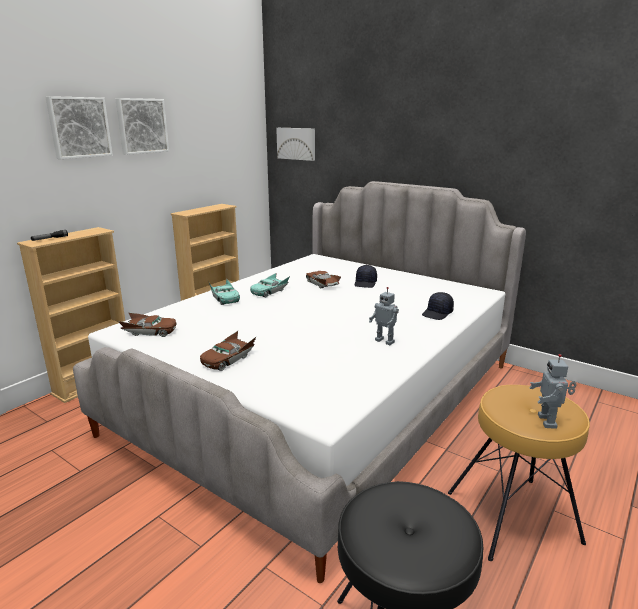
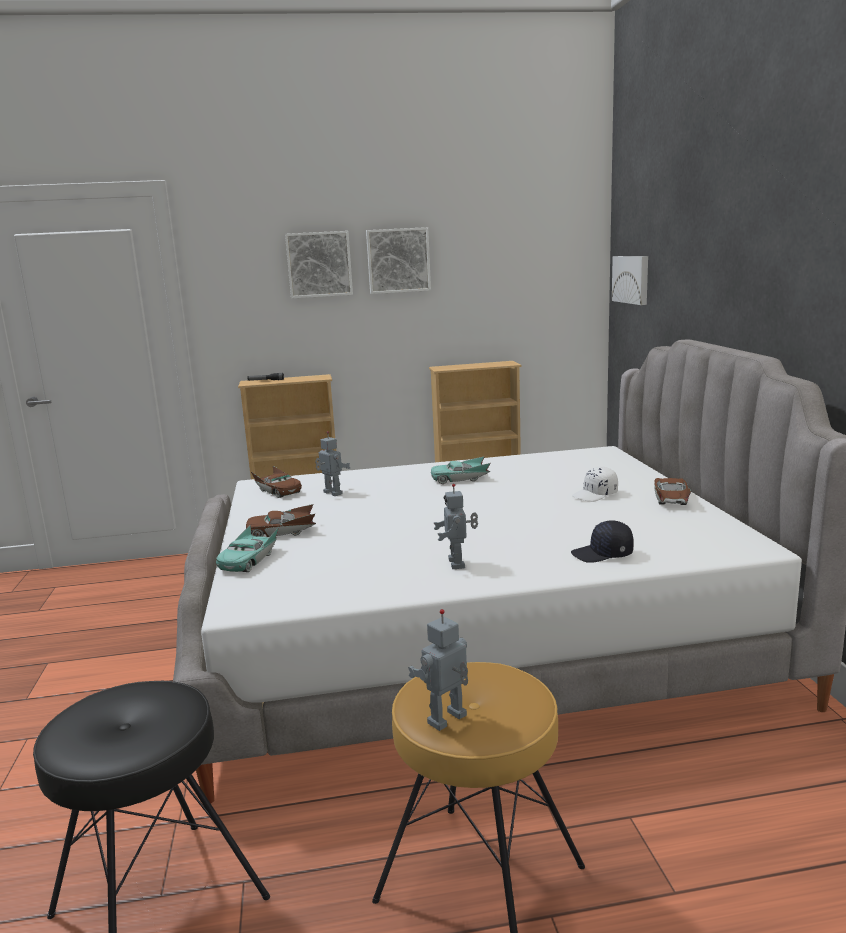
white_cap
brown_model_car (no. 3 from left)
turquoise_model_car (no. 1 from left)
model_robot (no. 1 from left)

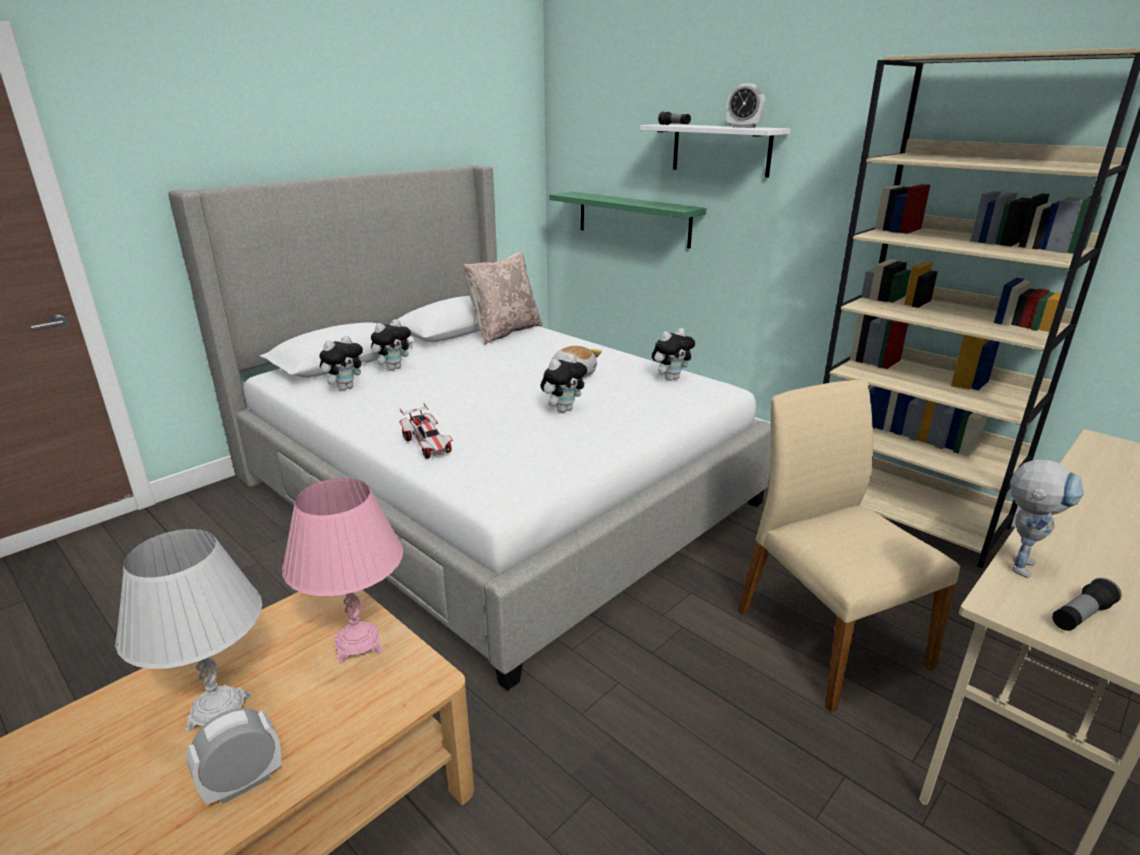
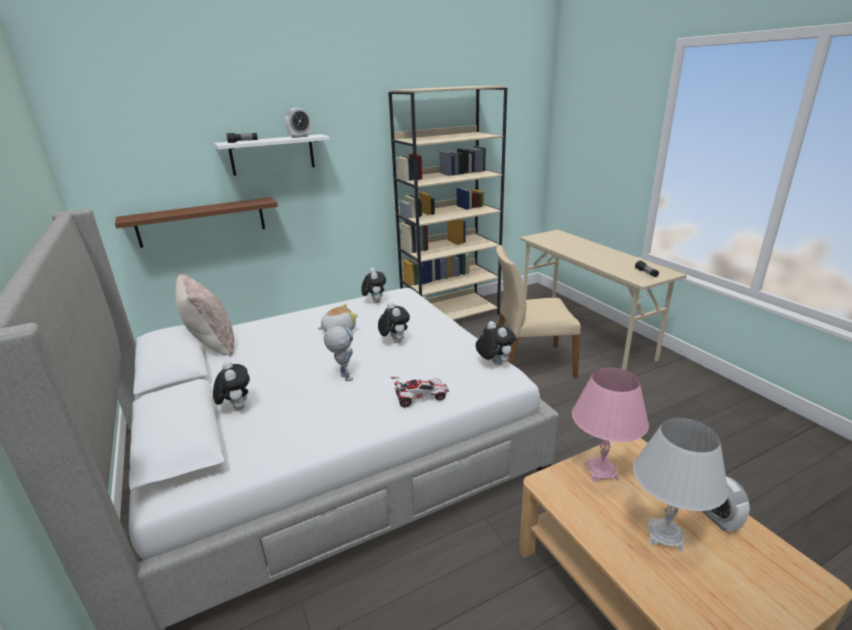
brown_bracket_shelf
cuddly_toy (no. 5 from left)
model_robot

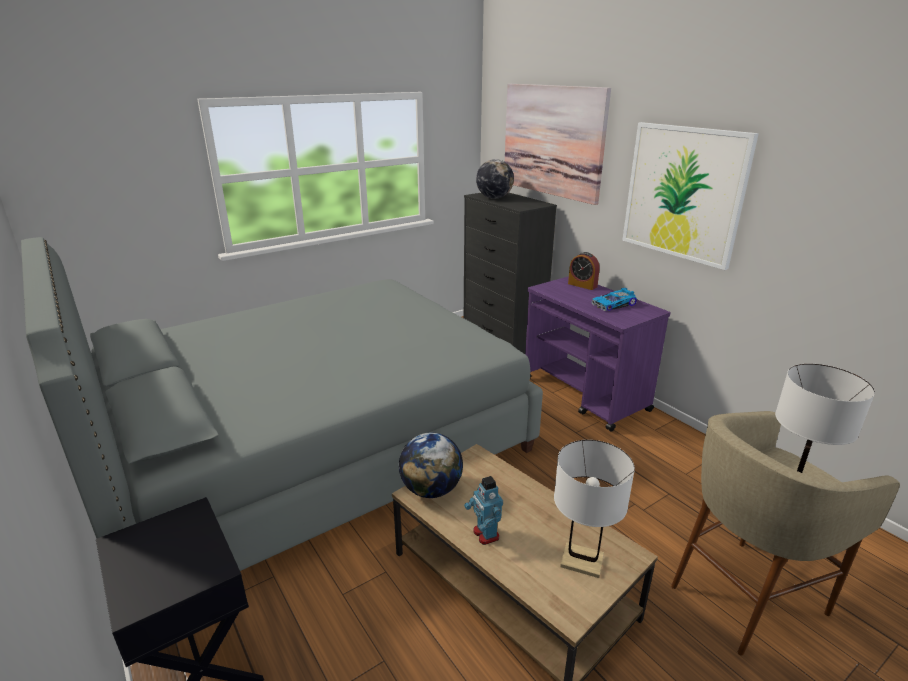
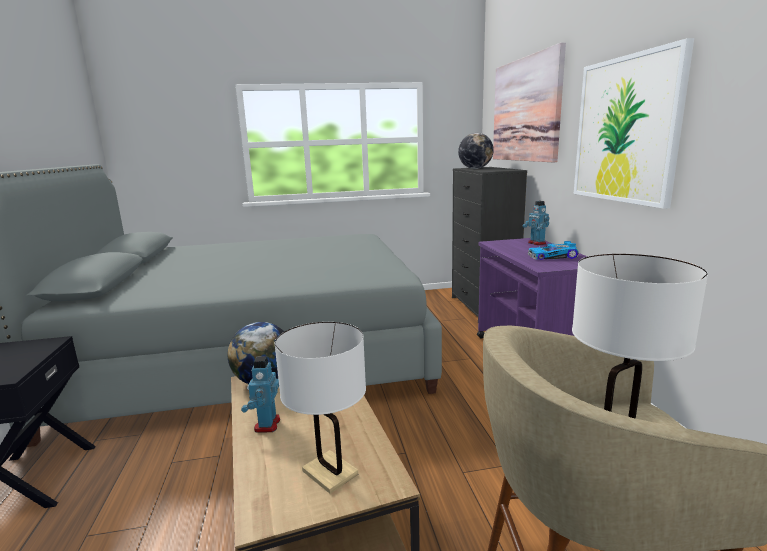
model_robot (no. 2 from left)

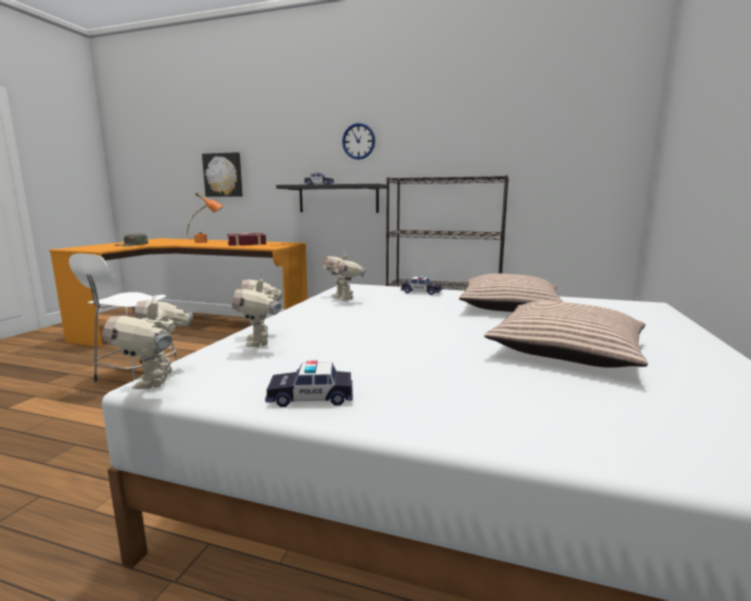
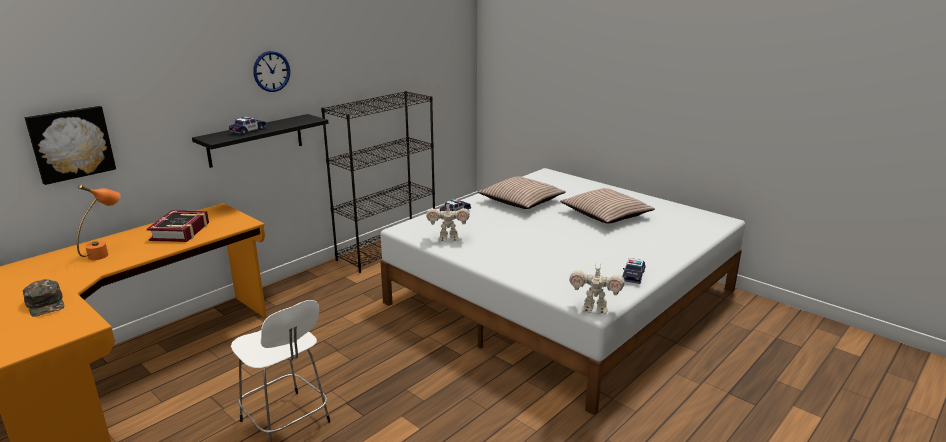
model_robot (no. 2 from left in the first image)

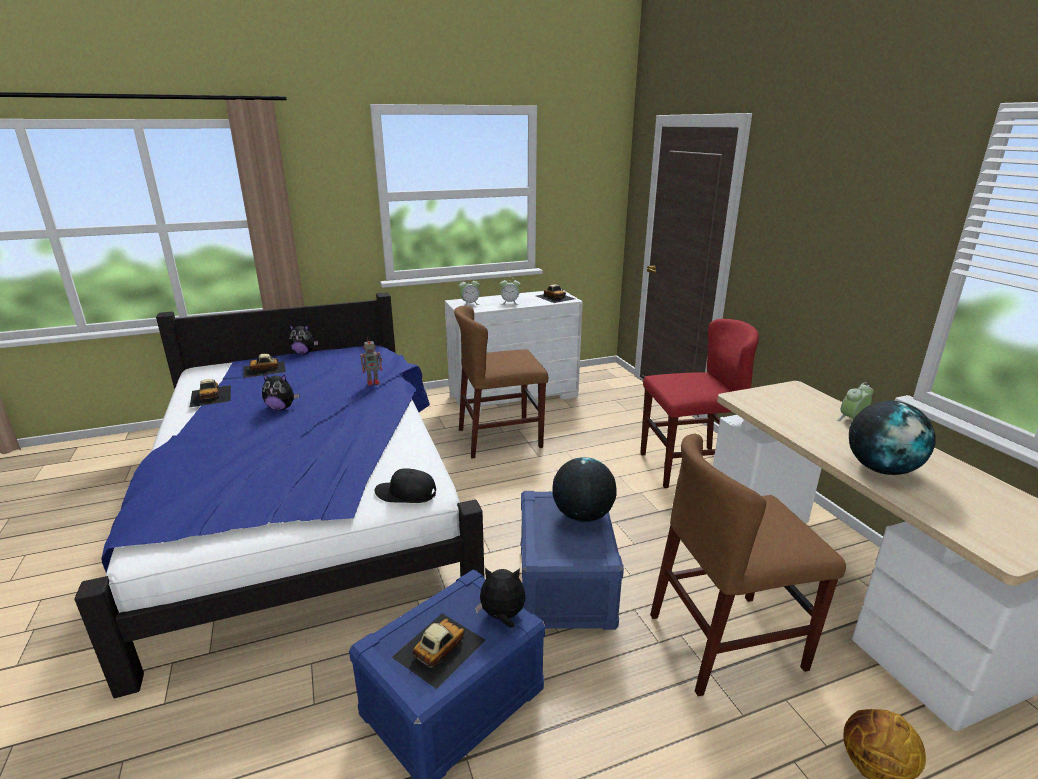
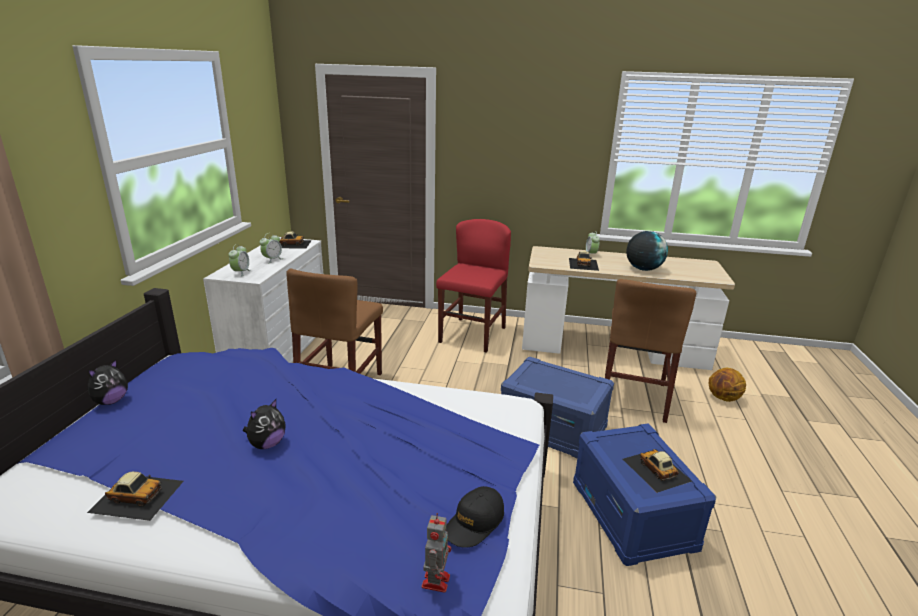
model_robot
model_car (no. 3 from left)
desk_globe (no. 1 from left in the first image)
black_cap
cuddly_toy (no. 3 from left in the first image)

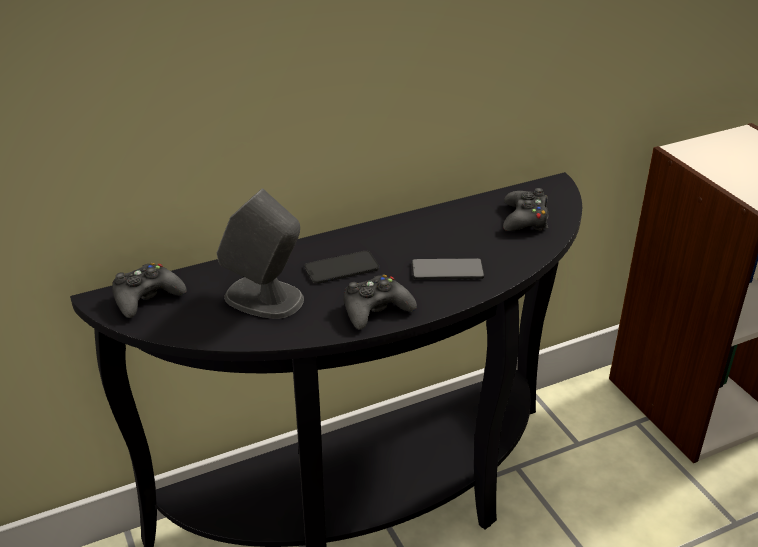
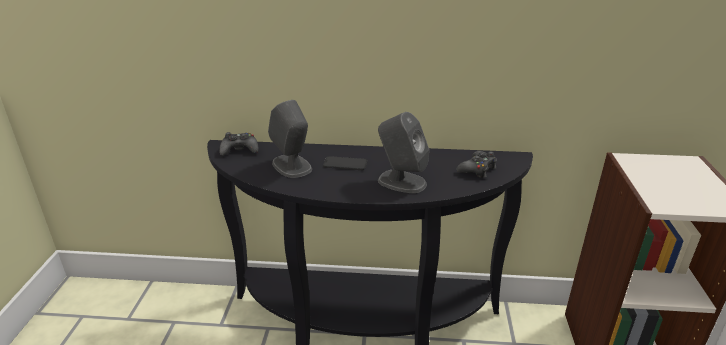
gray_speaker (no. 2 from left)
black_joypad (no. 2 from left in the first image)

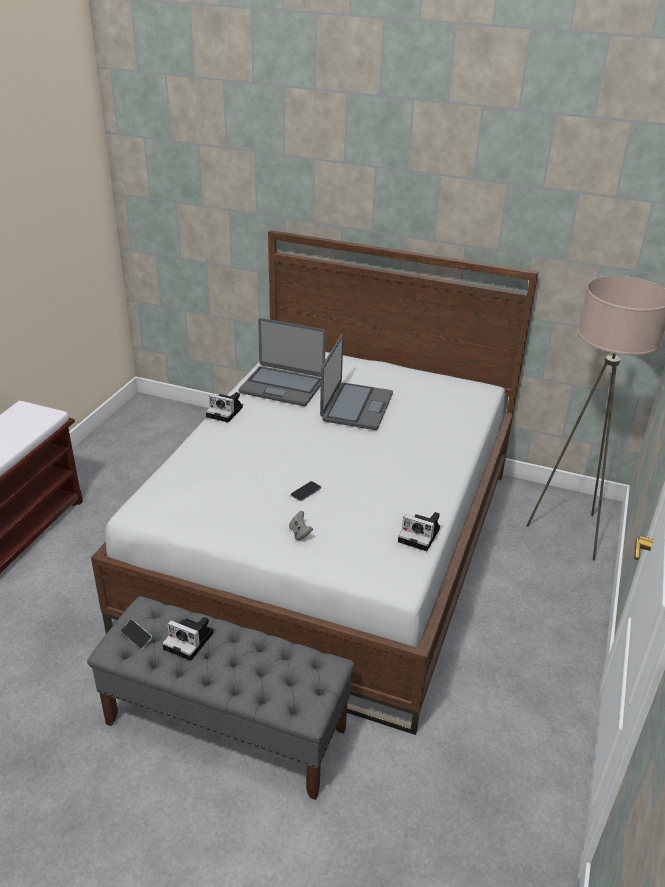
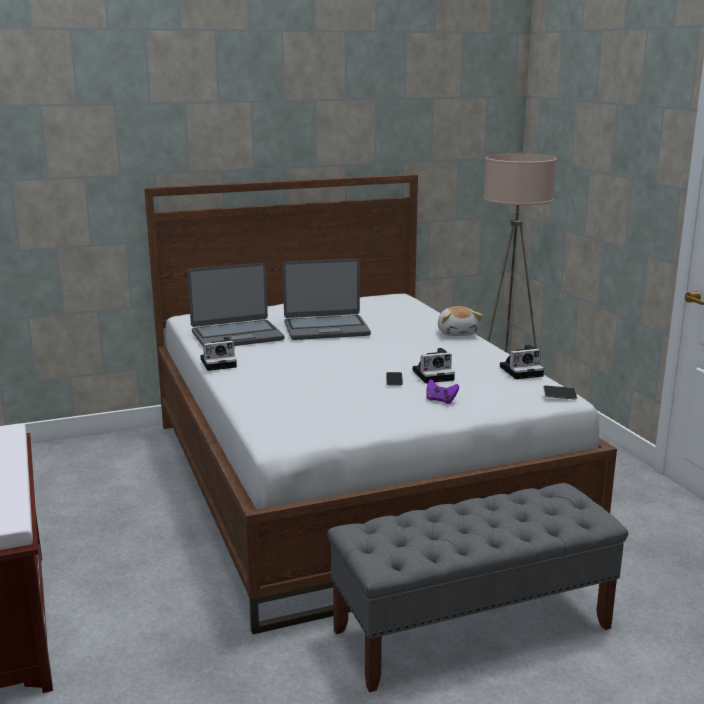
notebook_computer (no. 2 from left)
purple_joypad
still_camera (no. 2 from left)
phone (no. 2 from left)
cuddly_toy

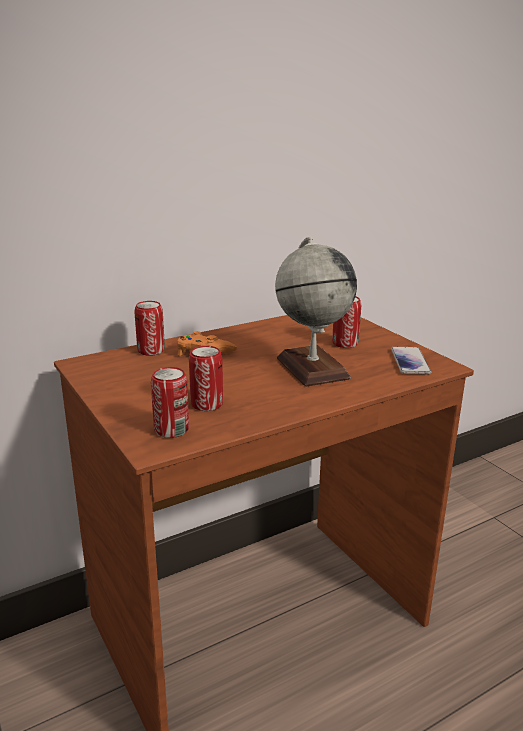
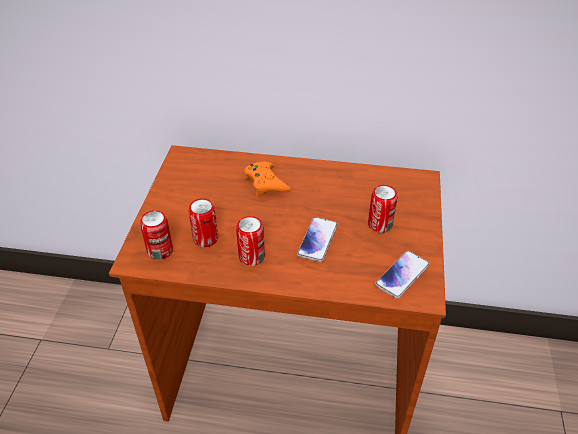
phone (no. 1 from left)
sealed_can (no. 3 from left)

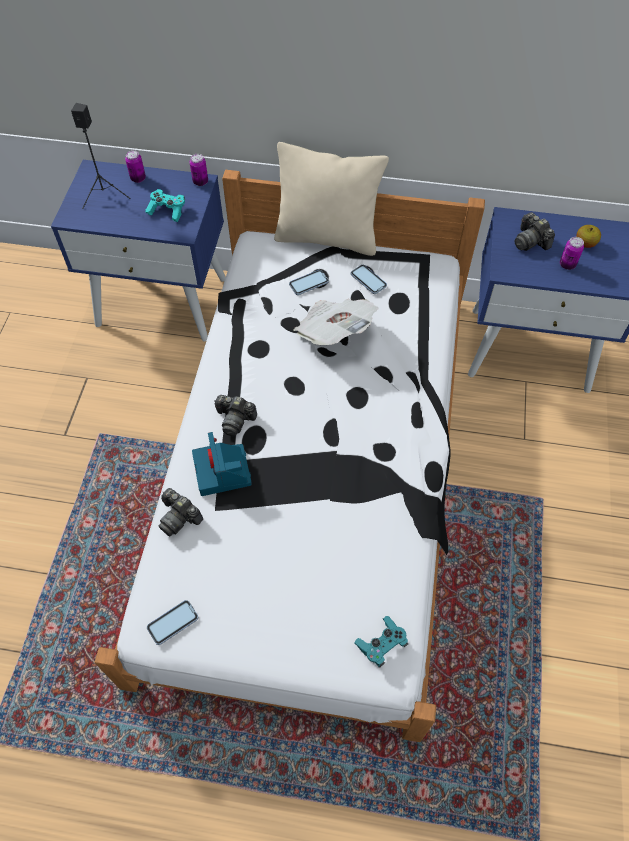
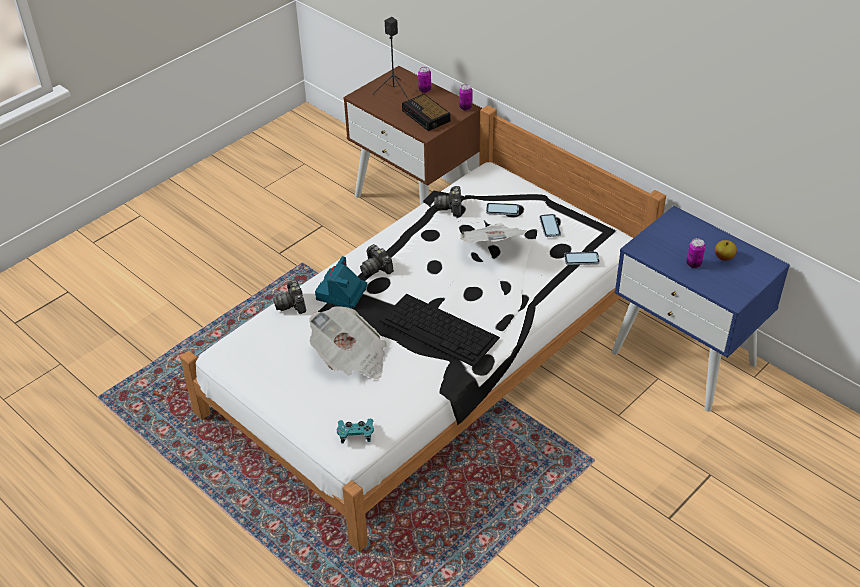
sand-coloured_pillow
brown_bedside_table
bedside_clock
still_camera (no. 4 from left)
phone (no. 3 from left)
PC_keyboard
printed_paper (no. 1 from left)

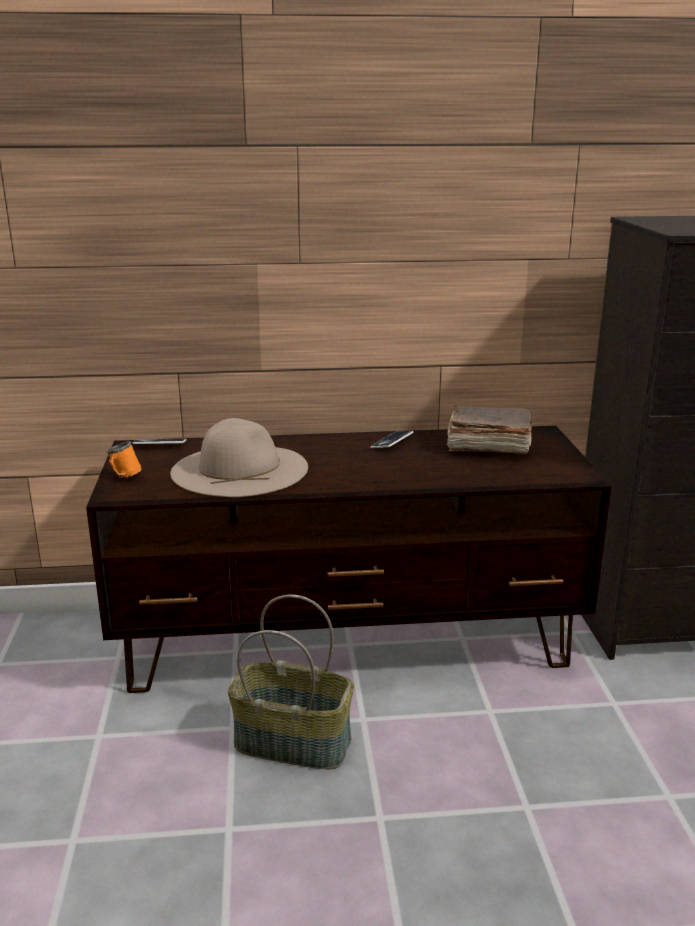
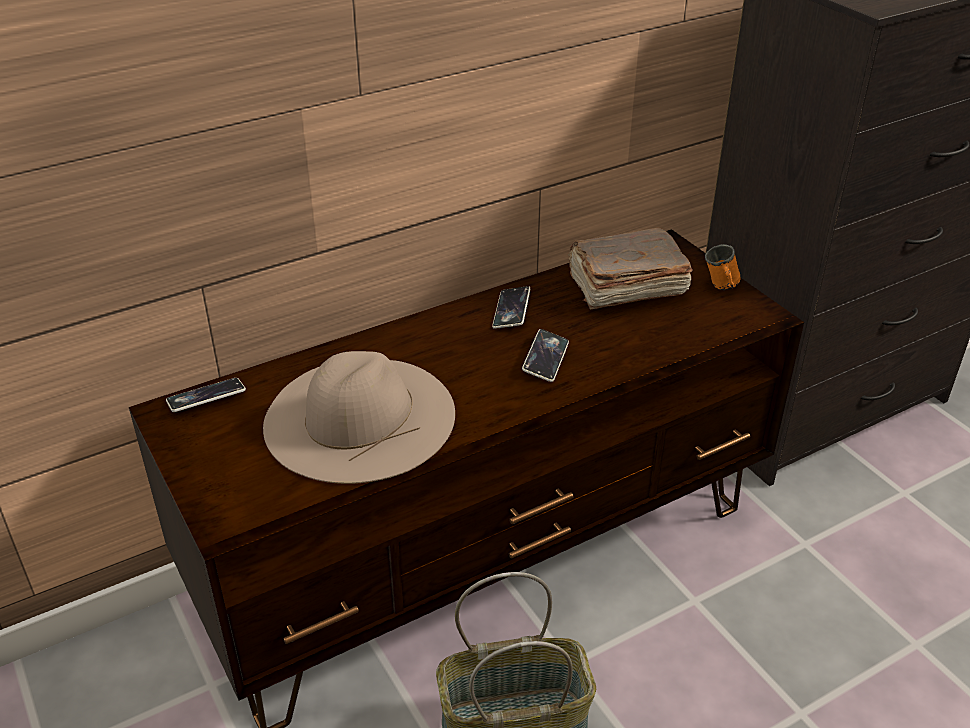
orangey_coffee_mug
phone (no. 3 from left)

